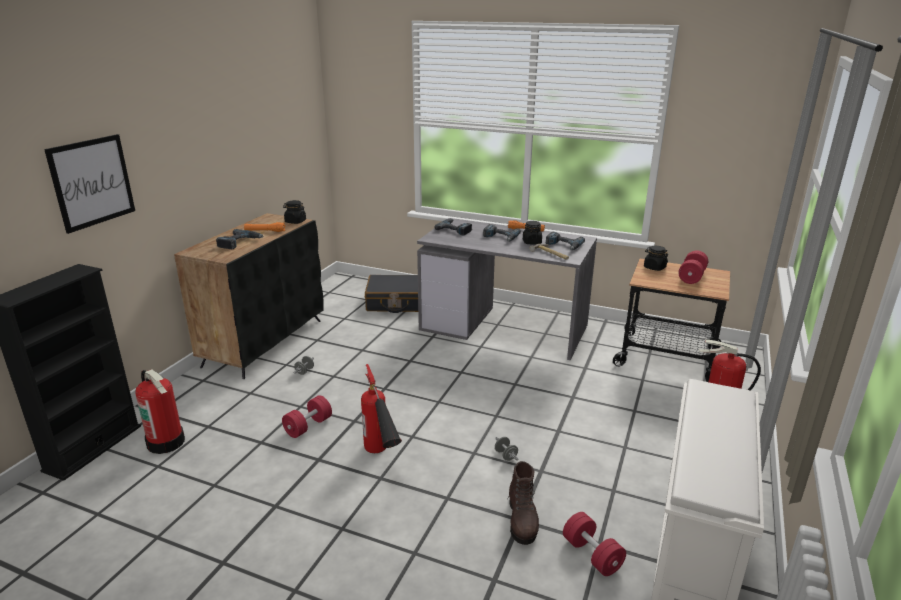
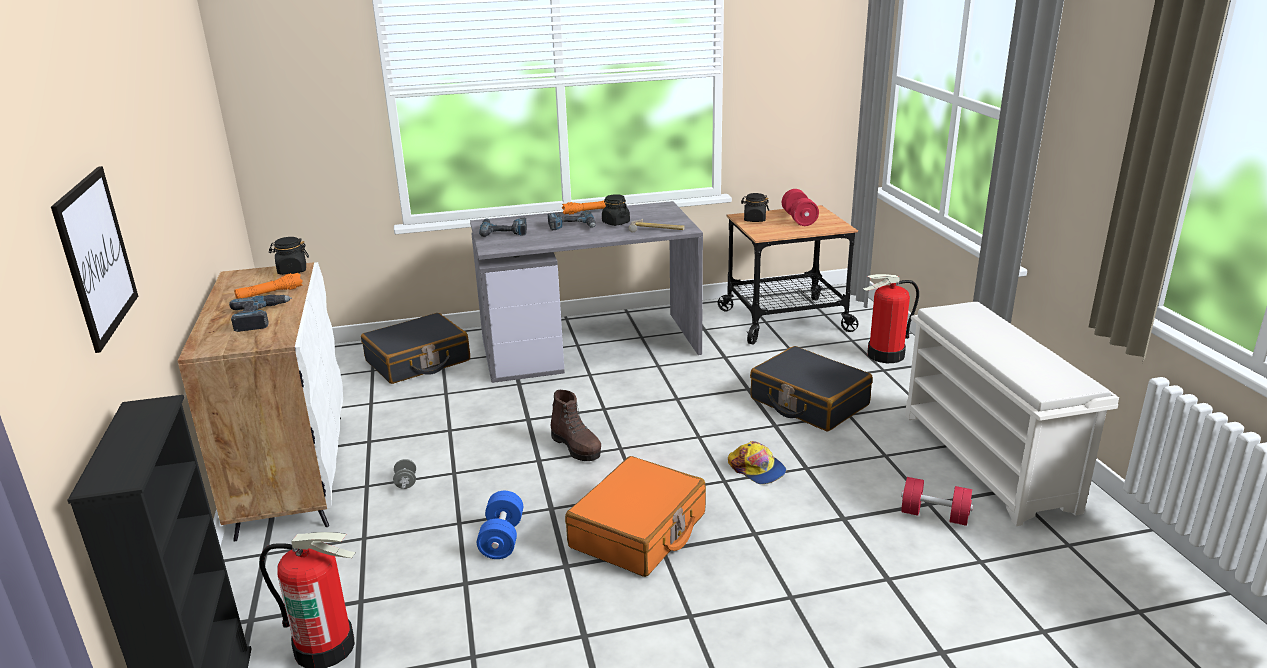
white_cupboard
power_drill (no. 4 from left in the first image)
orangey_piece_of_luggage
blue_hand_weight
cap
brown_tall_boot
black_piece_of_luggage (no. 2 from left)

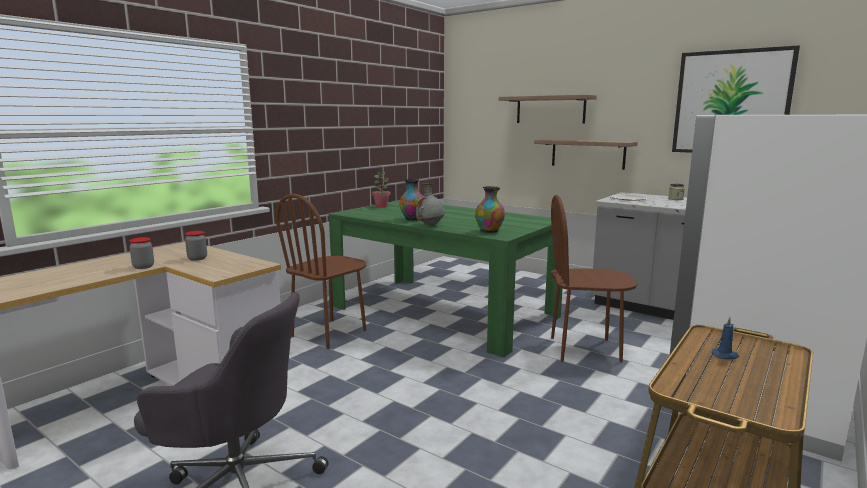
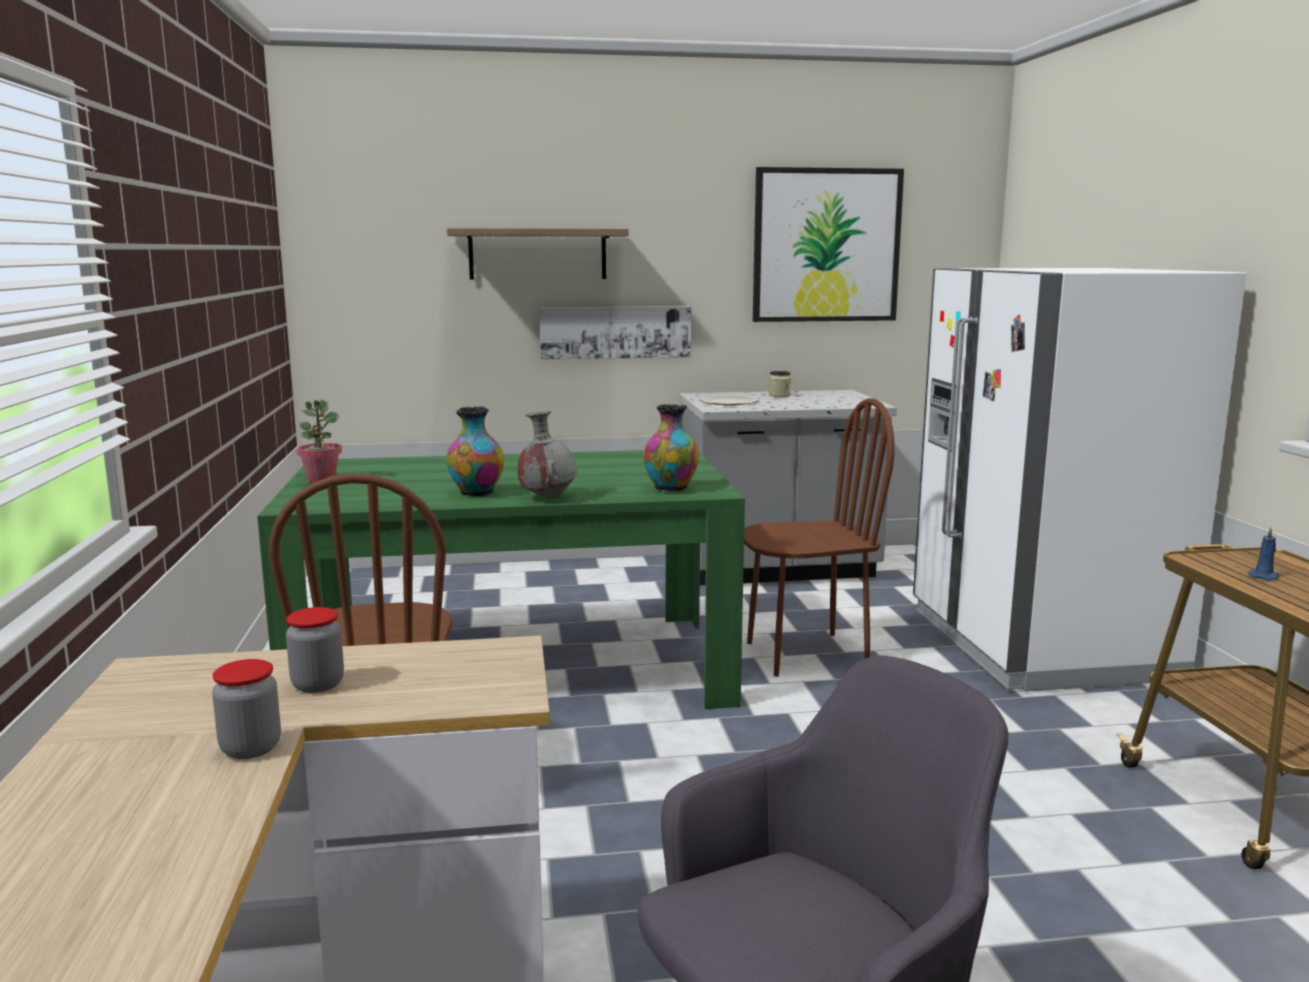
picture (no. 1 from left)
brown_plain_chair (no. 2 from left)

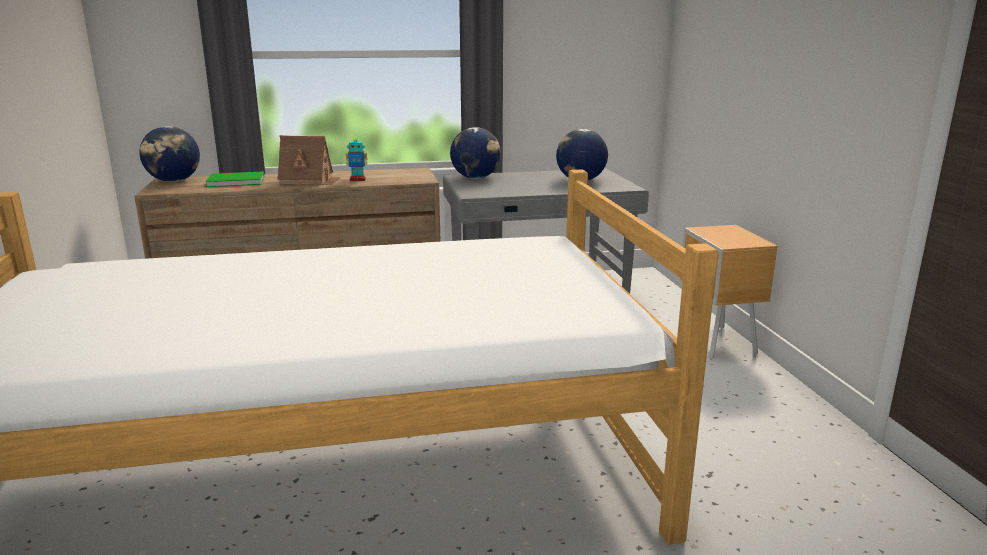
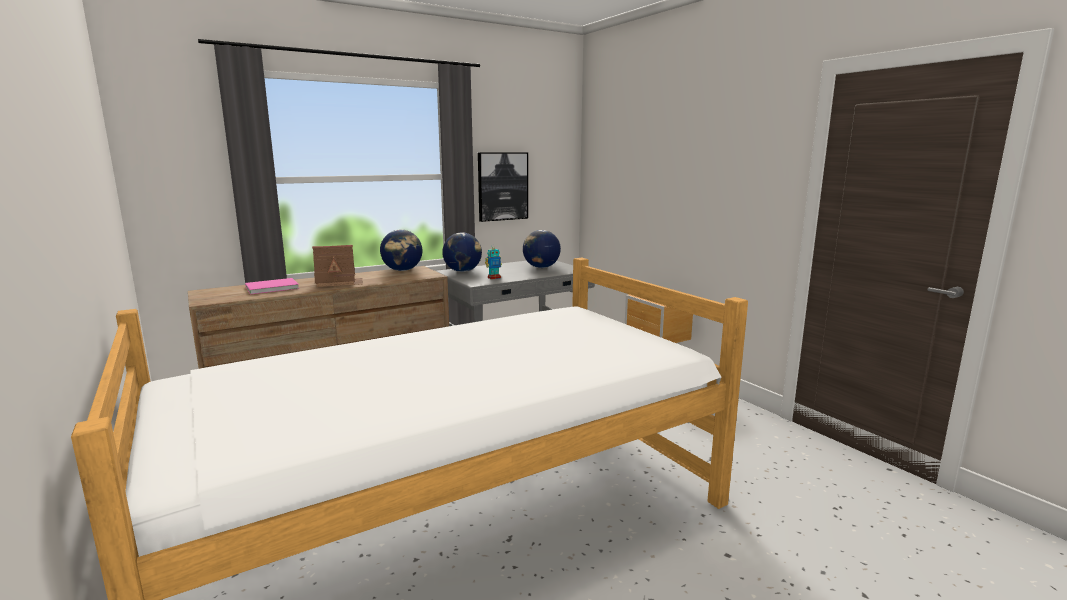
desk_globe (no. 1 from left)
model_robot
pink_volume
picture

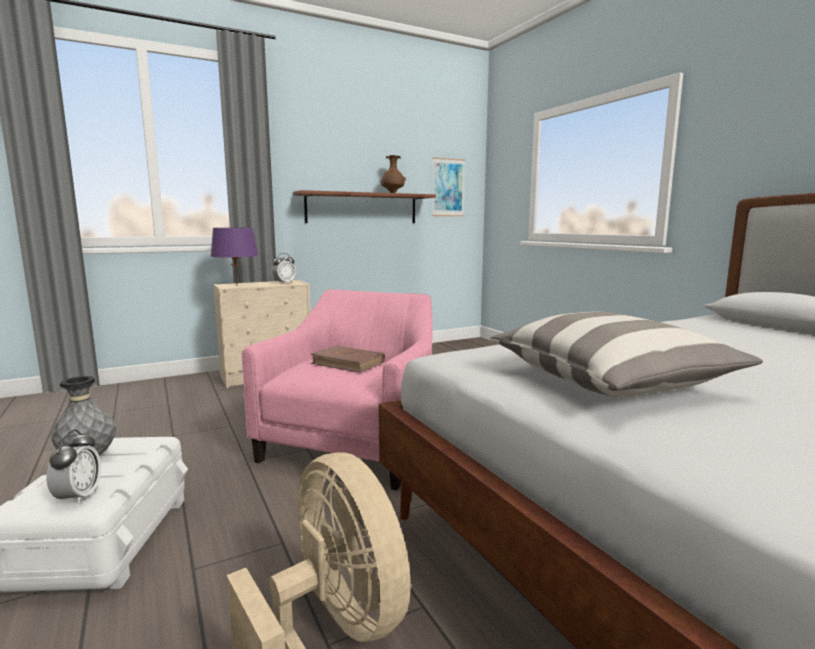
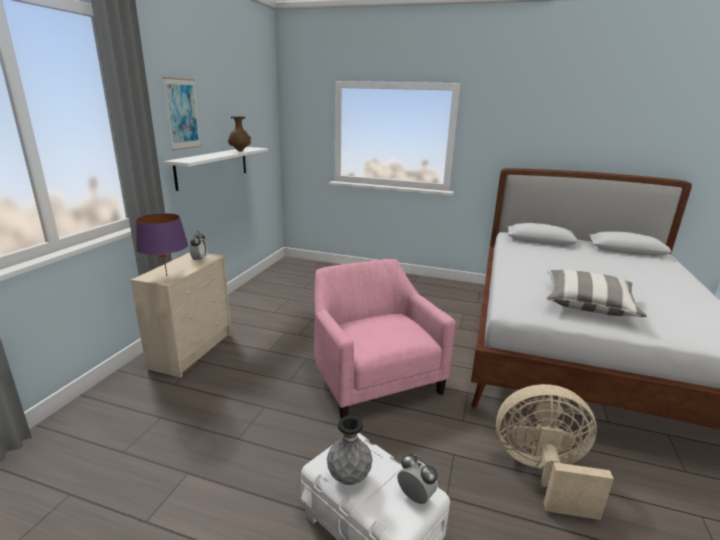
picture
white_bracket_shelf
brown_volume

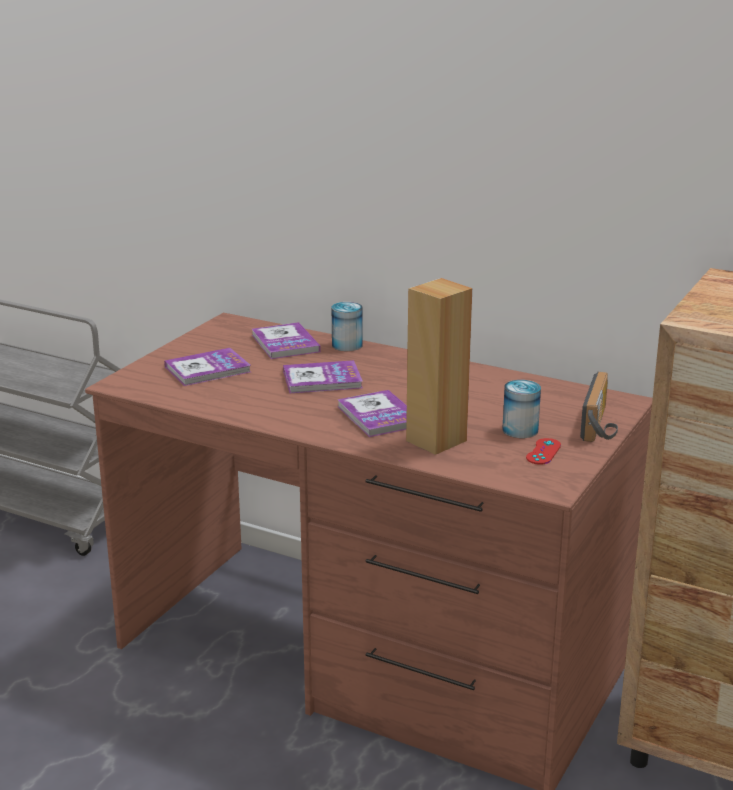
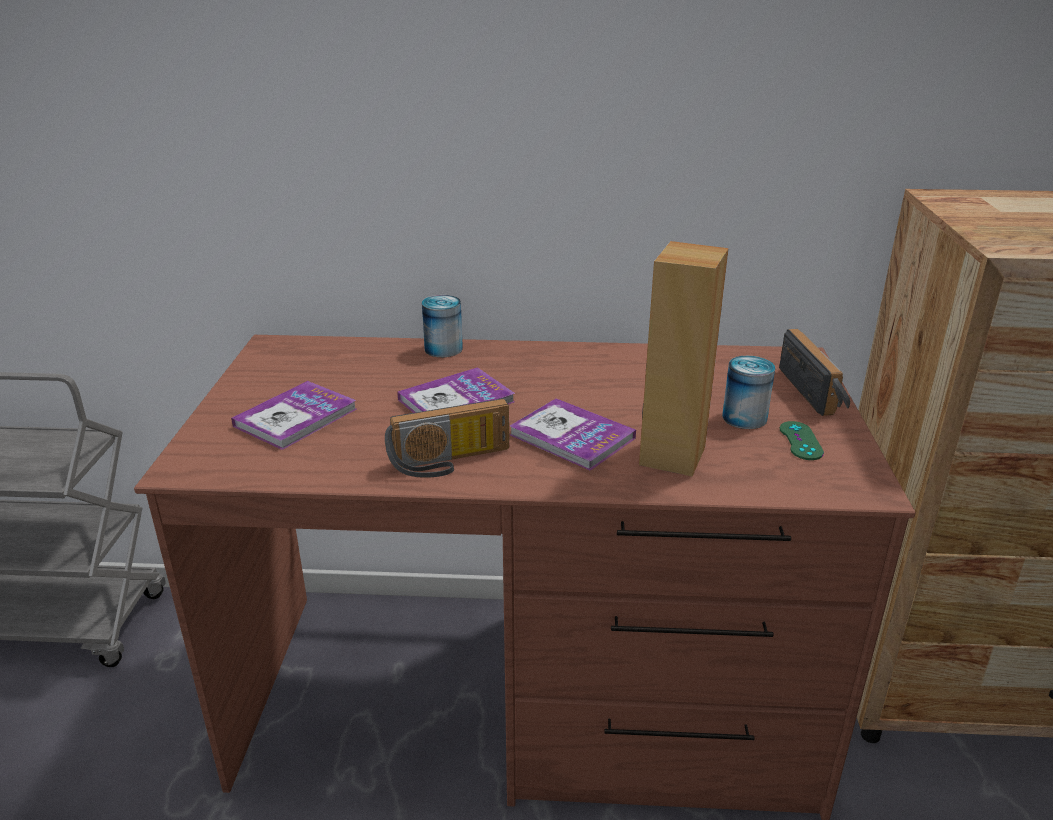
volume (no. 2 from left in the first image)
green_joypad
radio (no. 1 from left)

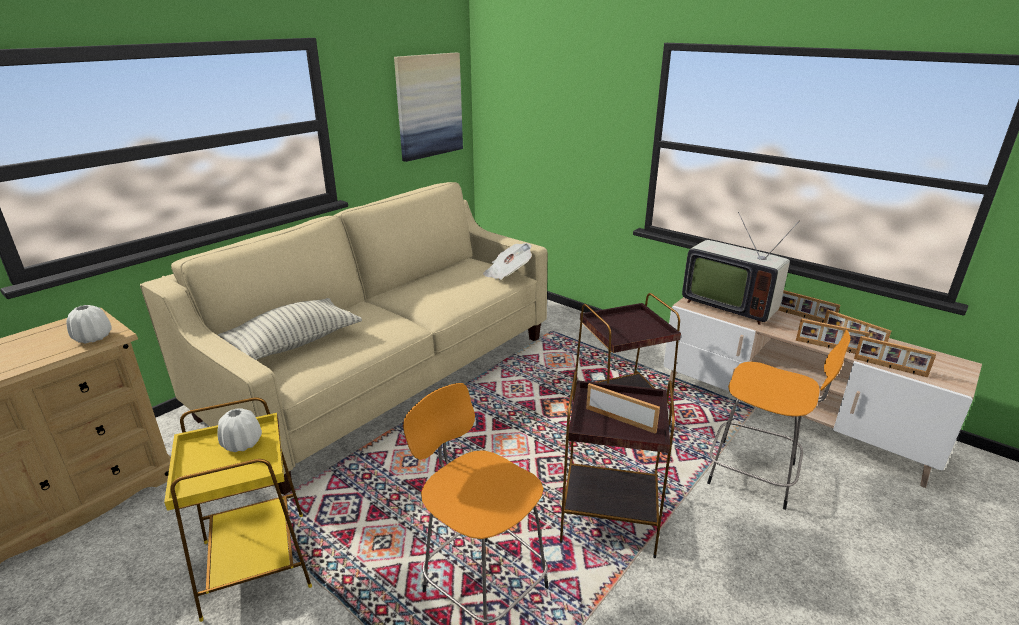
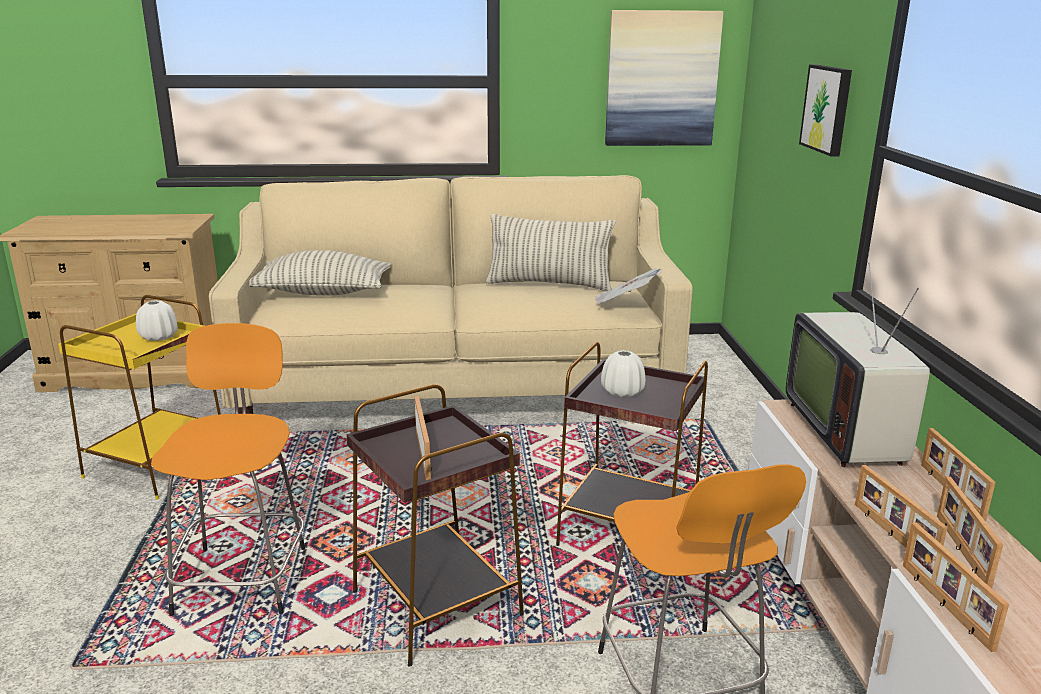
white_decorative_vase (no. 2 from left)
picture (no. 2 from left)
pillow (no. 2 from left)

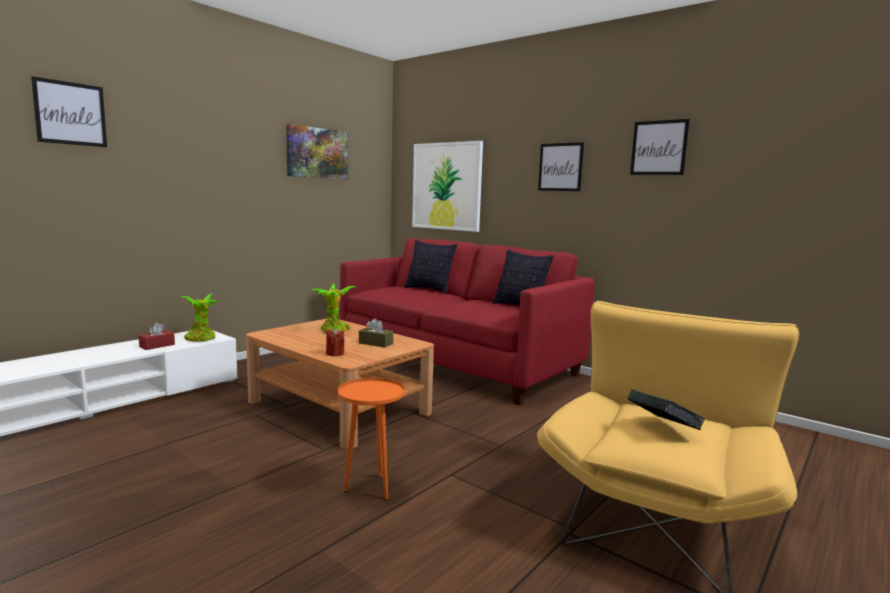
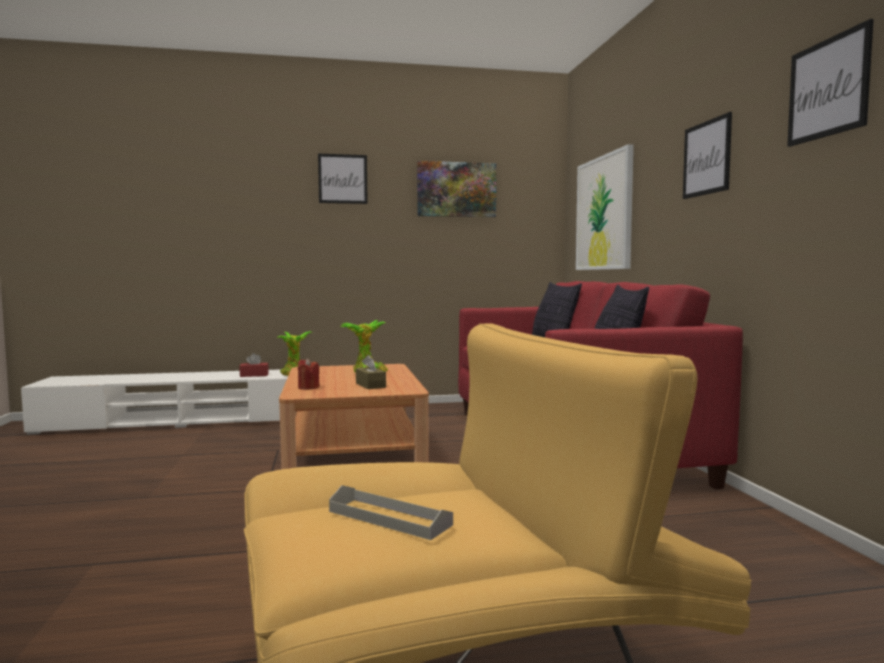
picture (no. 1 from left)
orangey_end_table
gray_serving_tray

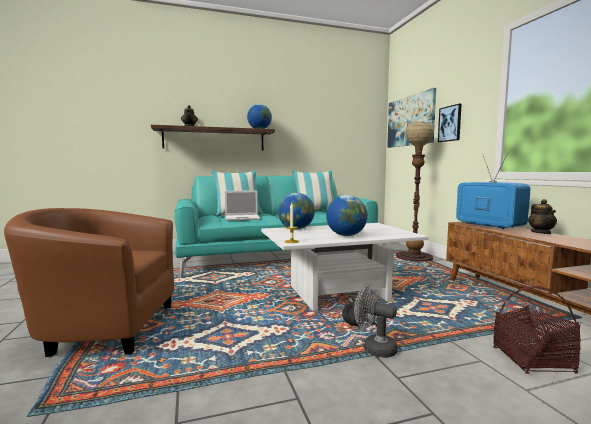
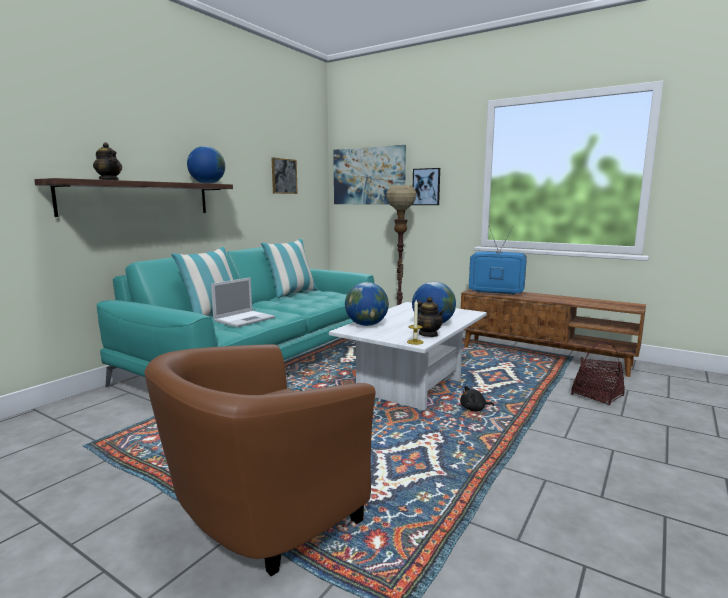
tea_pot (no. 2 from left)
gray_cooling_fan
picture (no. 1 from left)

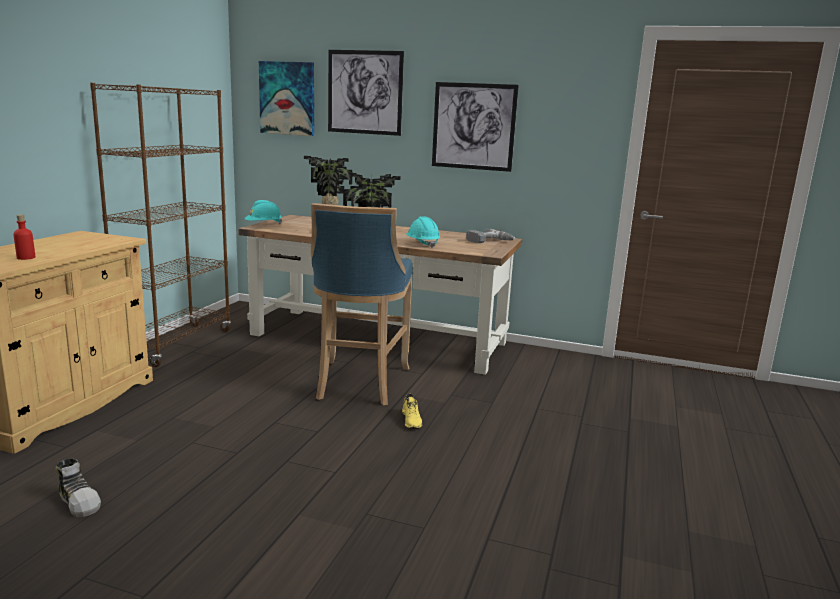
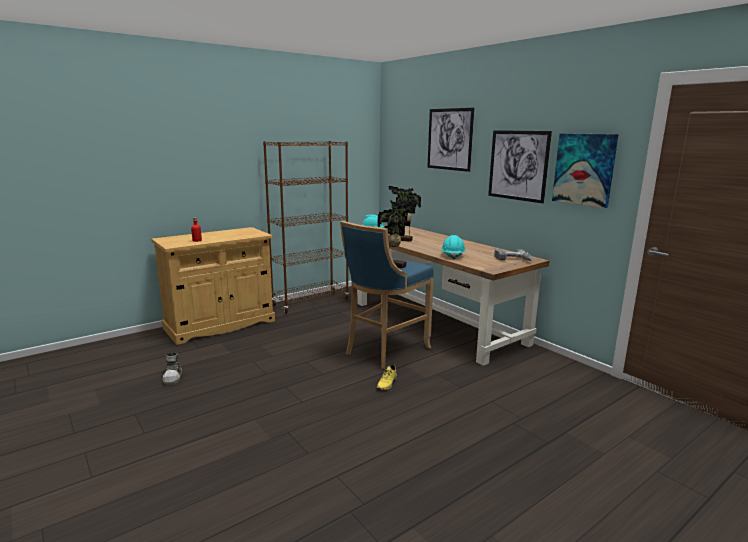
picture (no. 3 from left)

